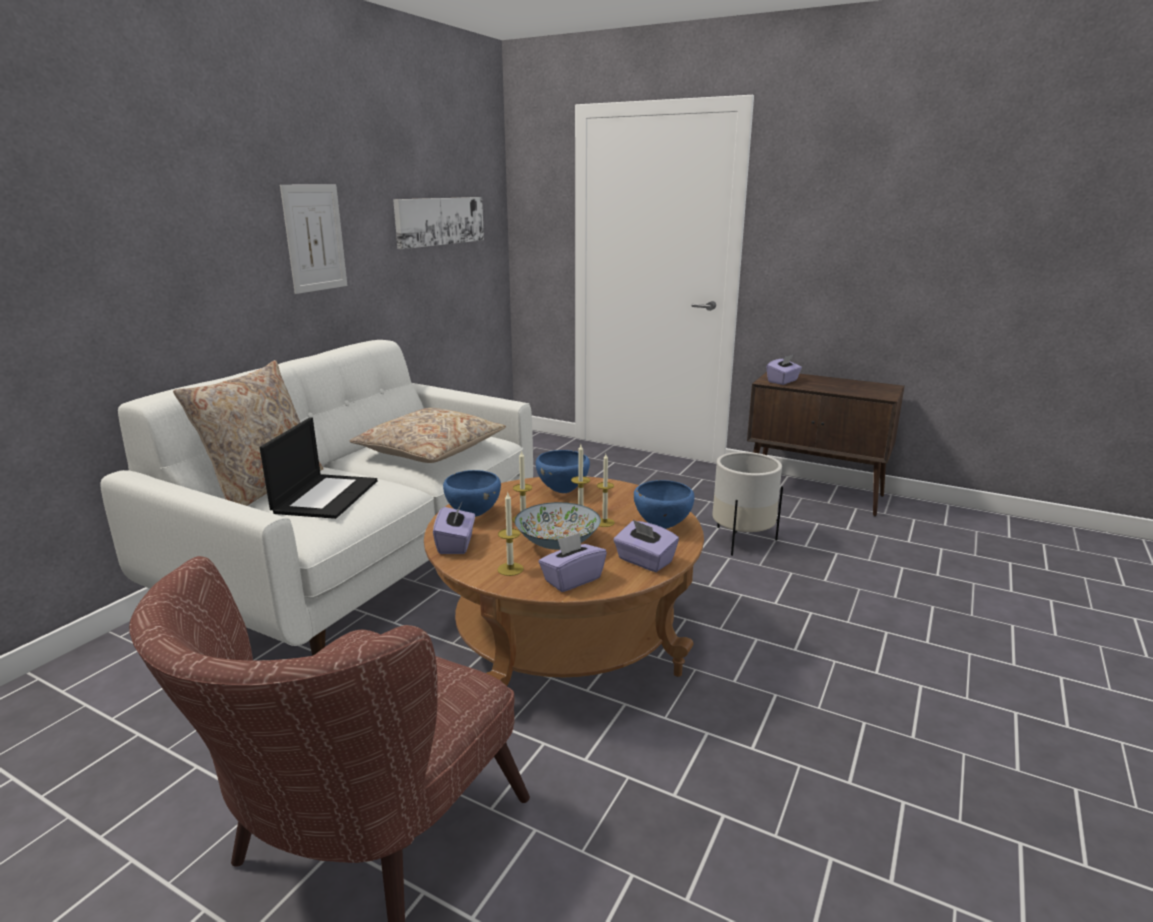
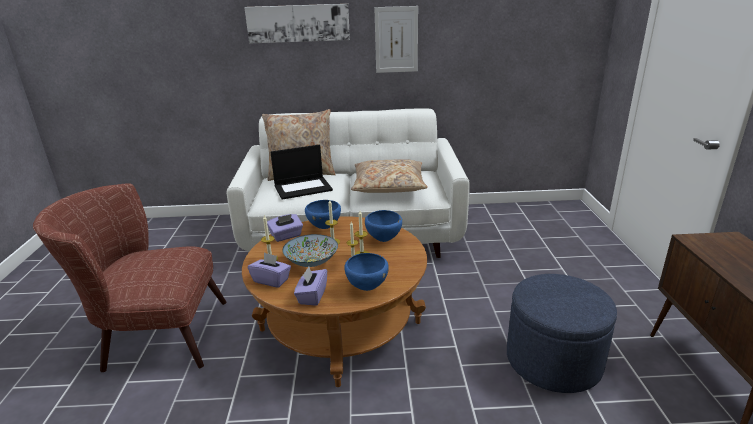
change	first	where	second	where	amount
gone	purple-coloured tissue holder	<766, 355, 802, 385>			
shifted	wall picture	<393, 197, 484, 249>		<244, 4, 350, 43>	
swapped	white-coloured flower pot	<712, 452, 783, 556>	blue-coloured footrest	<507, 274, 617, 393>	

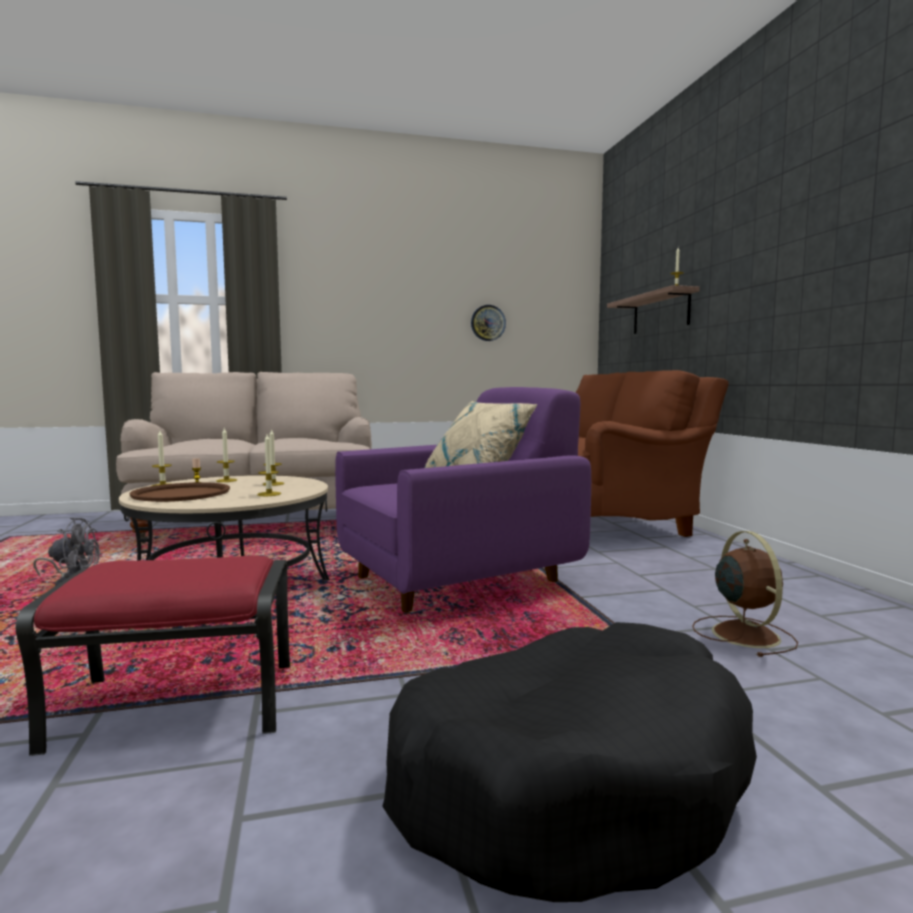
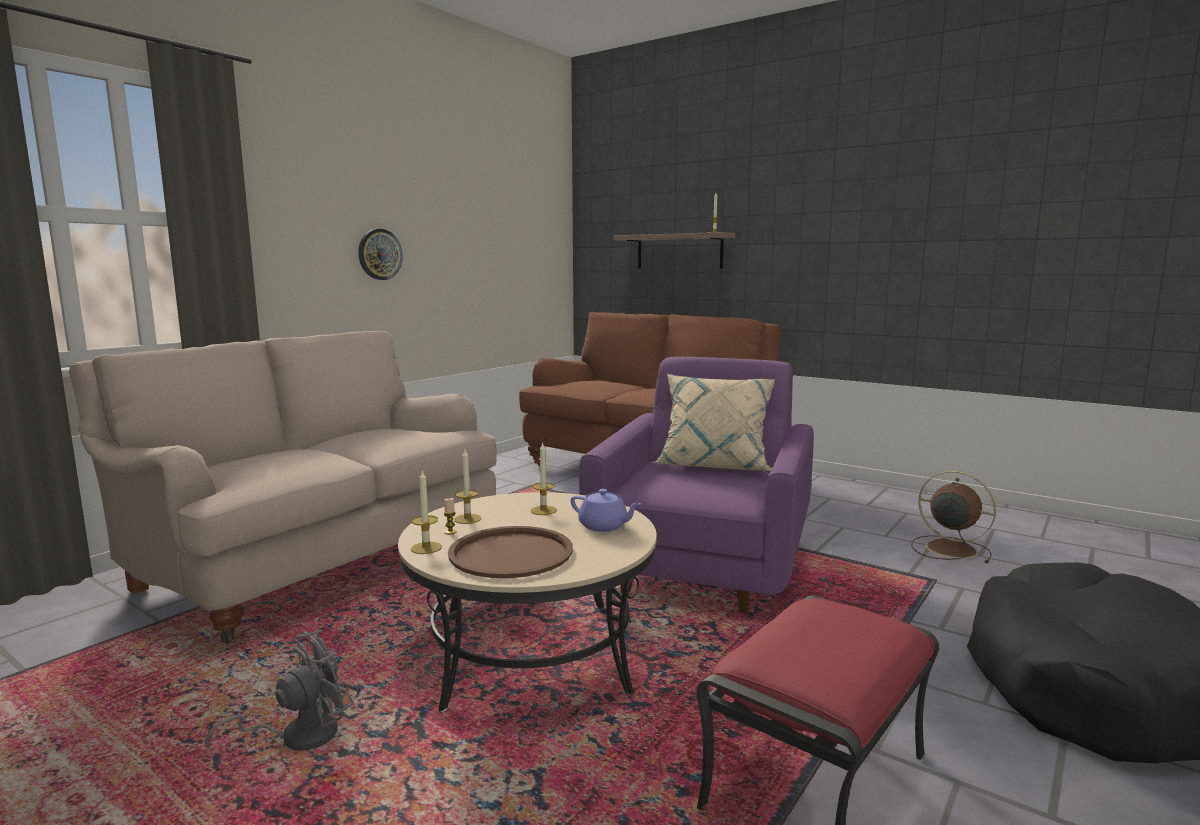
change	first	where	second	where	amount
shifted	wall clock	<471, 305, 506, 341>		<358, 229, 403, 280>	
swapped	wax light	<257, 434, 281, 496>	purple-coloured tea pot	<571, 489, 641, 532>	

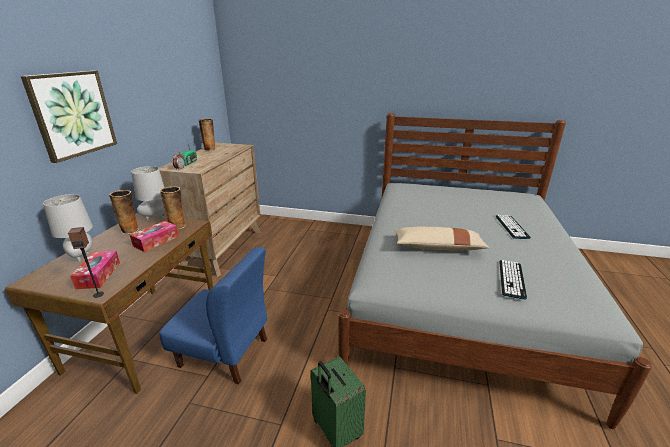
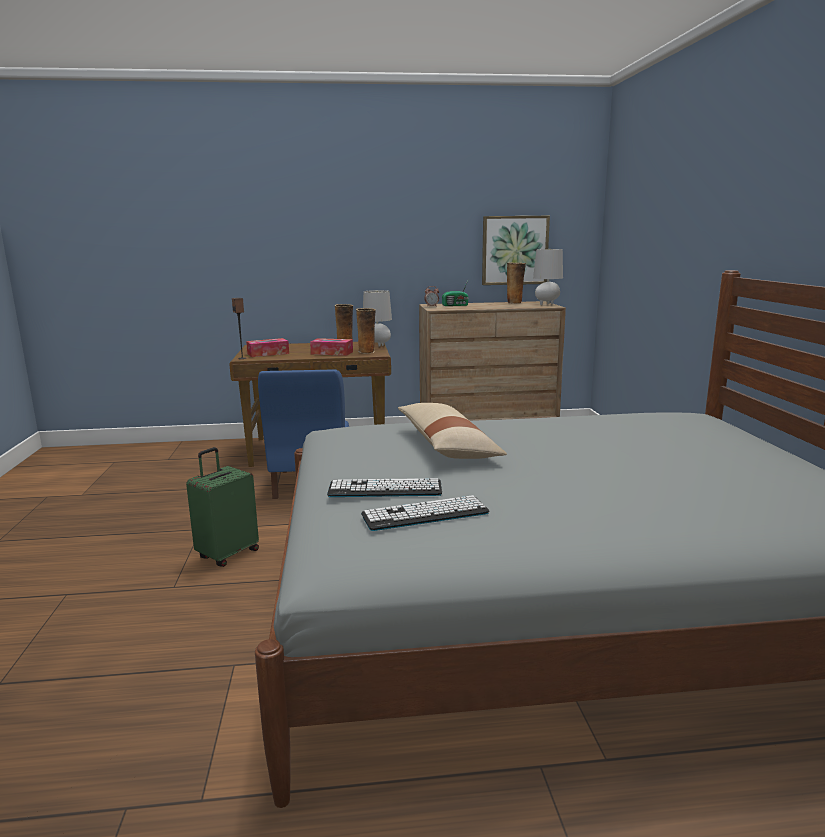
change	first	where	second	where	amount
shifted	wall picture	<21, 71, 117, 163>		<482, 216, 550, 285>	
shifted	greyish table lamp	<43, 194, 93, 262>		<533, 249, 563, 305>	
shifted	keyboard	<496, 215, 531, 239>		<361, 495, 489, 531>	

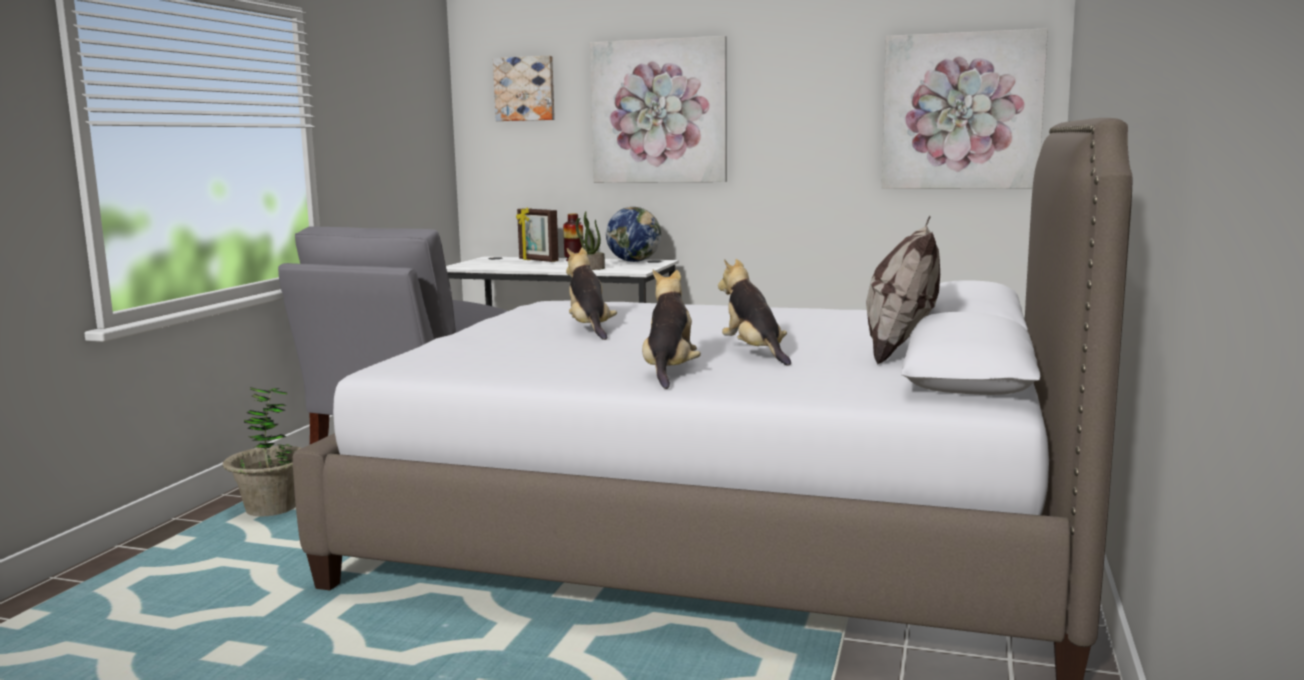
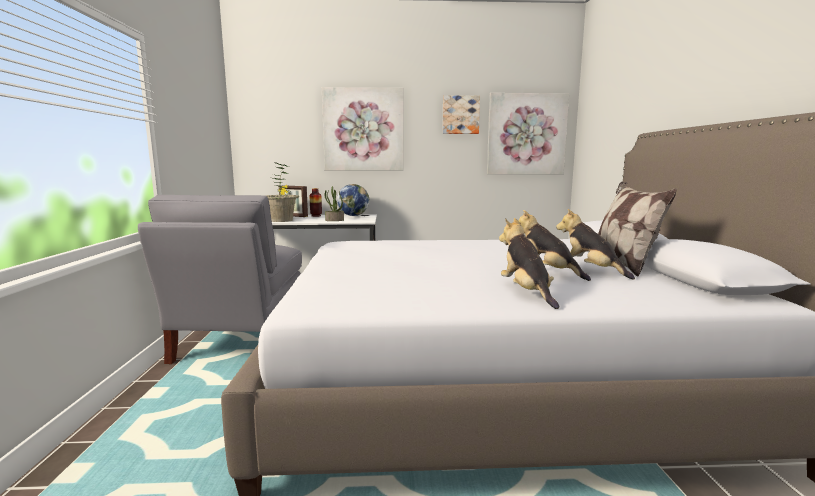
change	first	where	second	where	amount
shifted	houseplant	<222, 387, 301, 516>		<266, 162, 299, 222>	
shifted	wall picture	<493, 56, 555, 121>		<442, 95, 480, 134>	
shifted	plush toy	<566, 248, 617, 340>		<556, 209, 635, 280>	

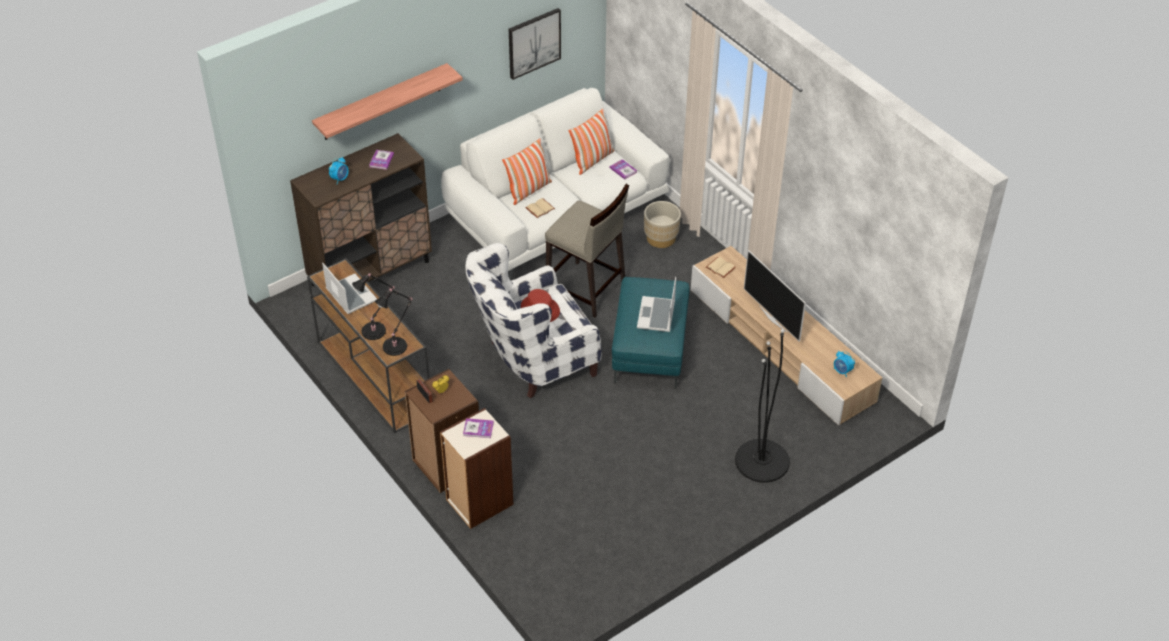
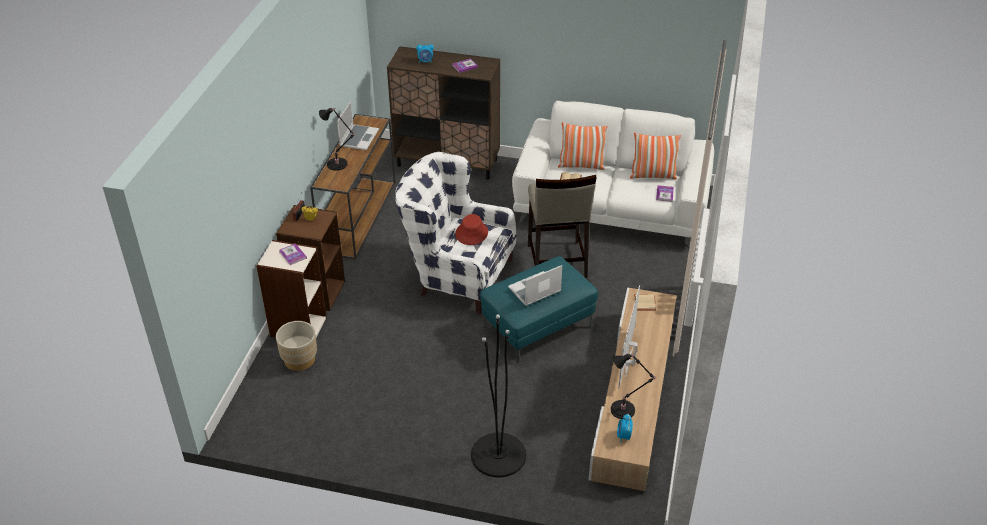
change	first	where	second	where	amount
gone	shelf	<312, 63, 463, 140>			
gone	wall picture	<509, 8, 561, 80>			
shifted	black table lamp	<375, 288, 412, 356>		<611, 353, 656, 419>	
shifted	beige-coloured flower pot	<644, 201, 681, 248>		<276, 321, 317, 371>	

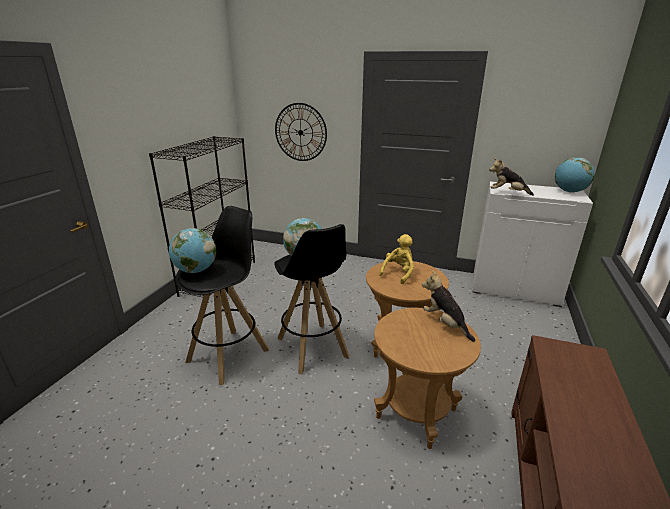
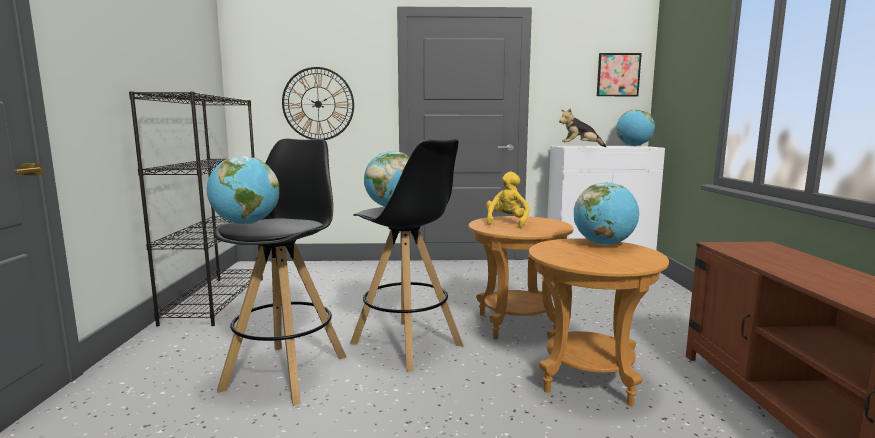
change	first	where	second	where	amount
new			wall picture	<597, 53, 642, 96>	
swapped	plush toy	<422, 270, 475, 342>	globe	<574, 182, 639, 245>	

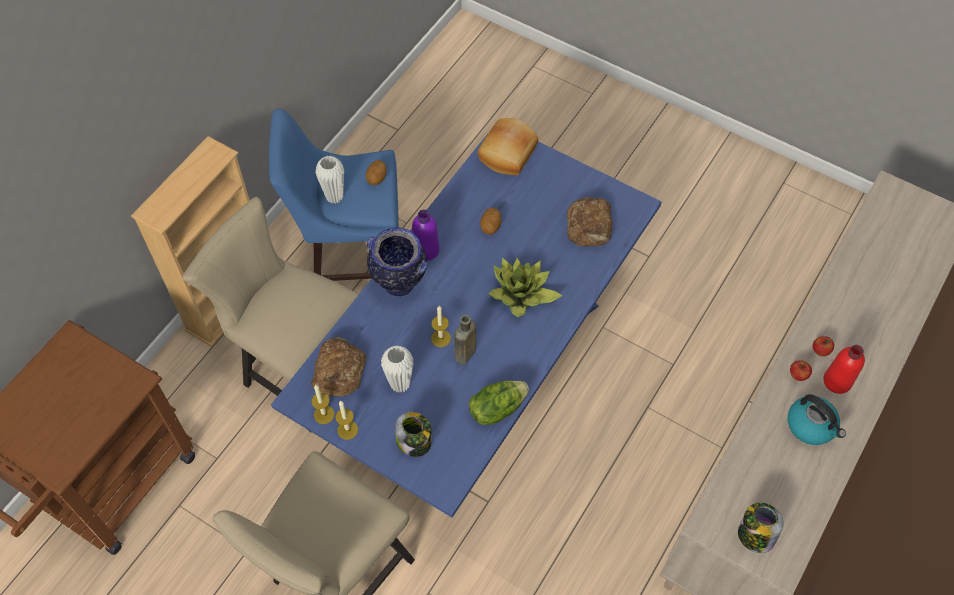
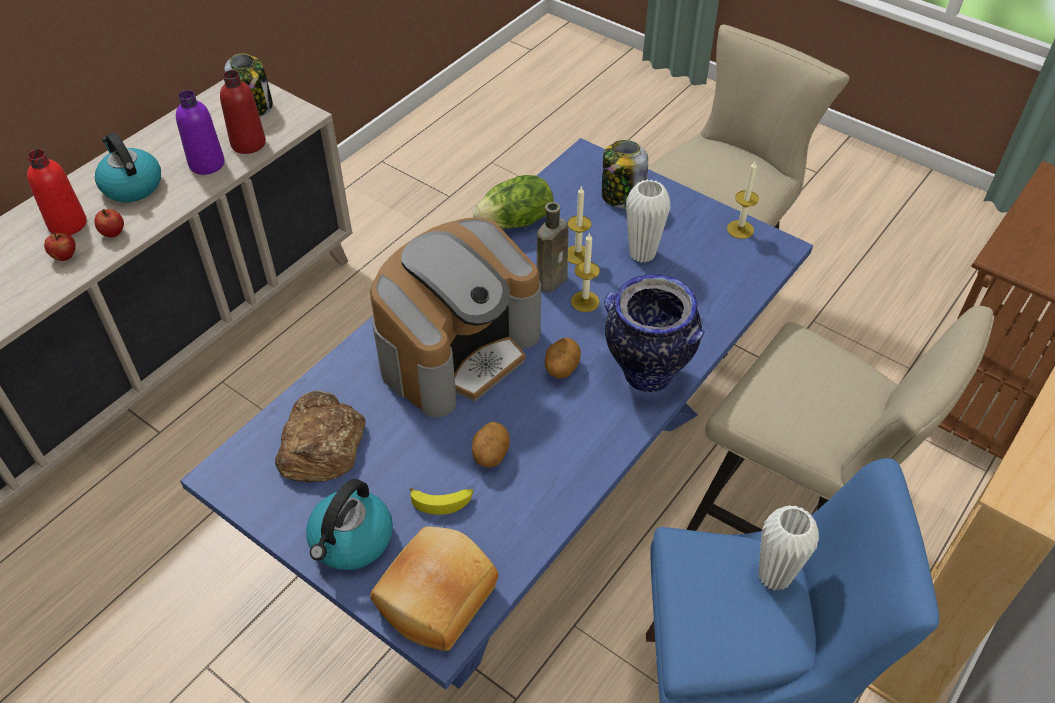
change	first	where	second	where	amount
gone	bread	<311, 337, 367, 396>			
new			red beverage bottle	<220, 70, 266, 154>	
new			tea kettle	<306, 479, 393, 570>	
new			banana fruit	<409, 488, 473, 515>	
shifted	wax light	<335, 401, 358, 440>		<568, 185, 592, 265>	
shifted	spud	<366, 160, 387, 185>		<545, 338, 581, 379>	
shifted	purple-coloured beverage bottle	<412, 210, 440, 261>		<176, 90, 225, 175>	
swapped	houseplant	<488, 258, 563, 317>	coffee machine	<370, 217, 541, 418>	

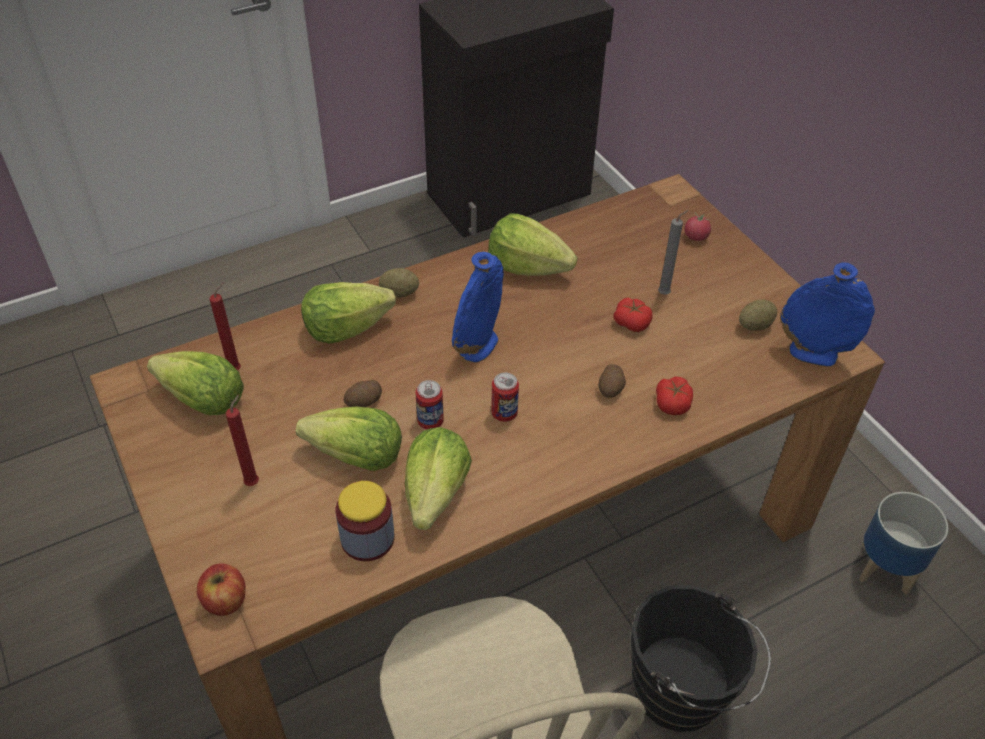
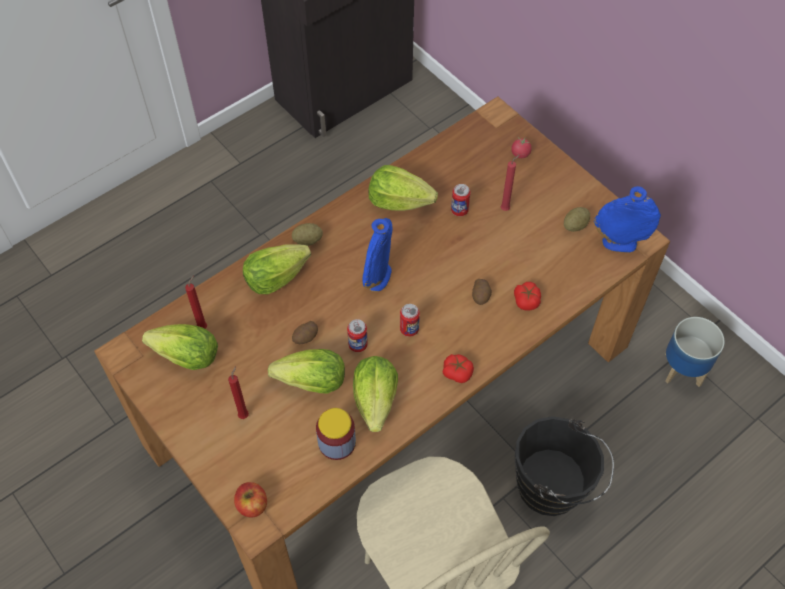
change	first	where	second	where	amount
new			can	<451, 184, 470, 216>	
shifted	whole tomato	<613, 298, 652, 332>		<443, 354, 474, 383>	
repainted	greyish wax light	<658, 210, 689, 295>	red wax light	<501, 155, 519, 211>	

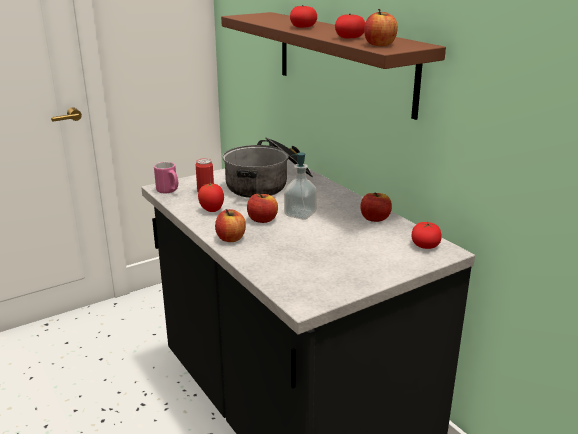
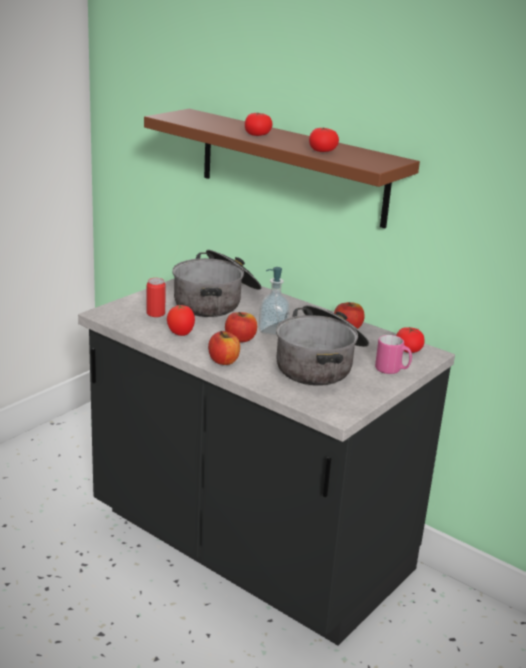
change	first	where	second	where	amount
gone	apple	<364, 9, 398, 46>			
new			saucepot	<276, 305, 369, 386>	
shifted	pink-coloured tea mug	<154, 162, 178, 193>		<375, 335, 412, 374>	

